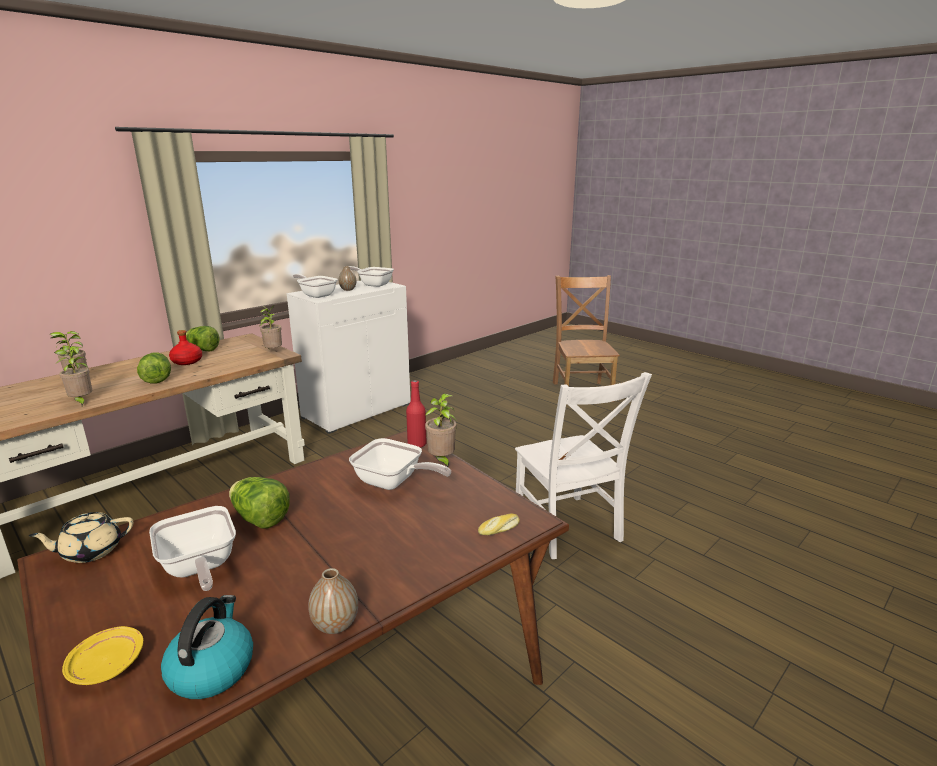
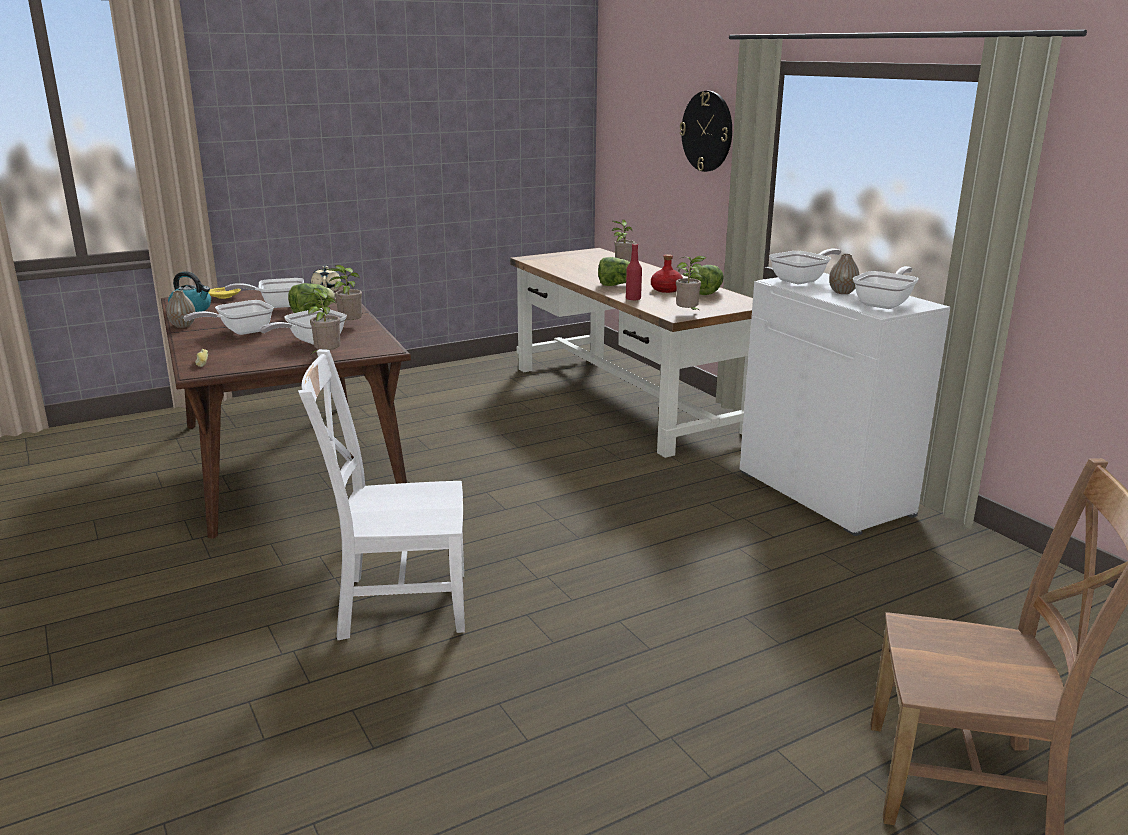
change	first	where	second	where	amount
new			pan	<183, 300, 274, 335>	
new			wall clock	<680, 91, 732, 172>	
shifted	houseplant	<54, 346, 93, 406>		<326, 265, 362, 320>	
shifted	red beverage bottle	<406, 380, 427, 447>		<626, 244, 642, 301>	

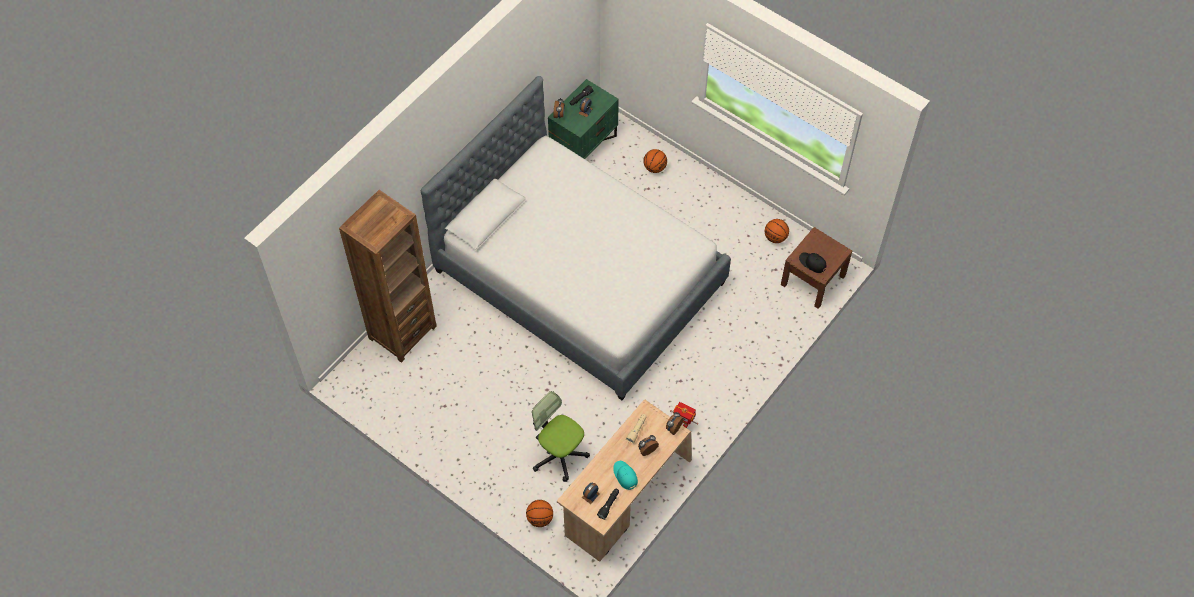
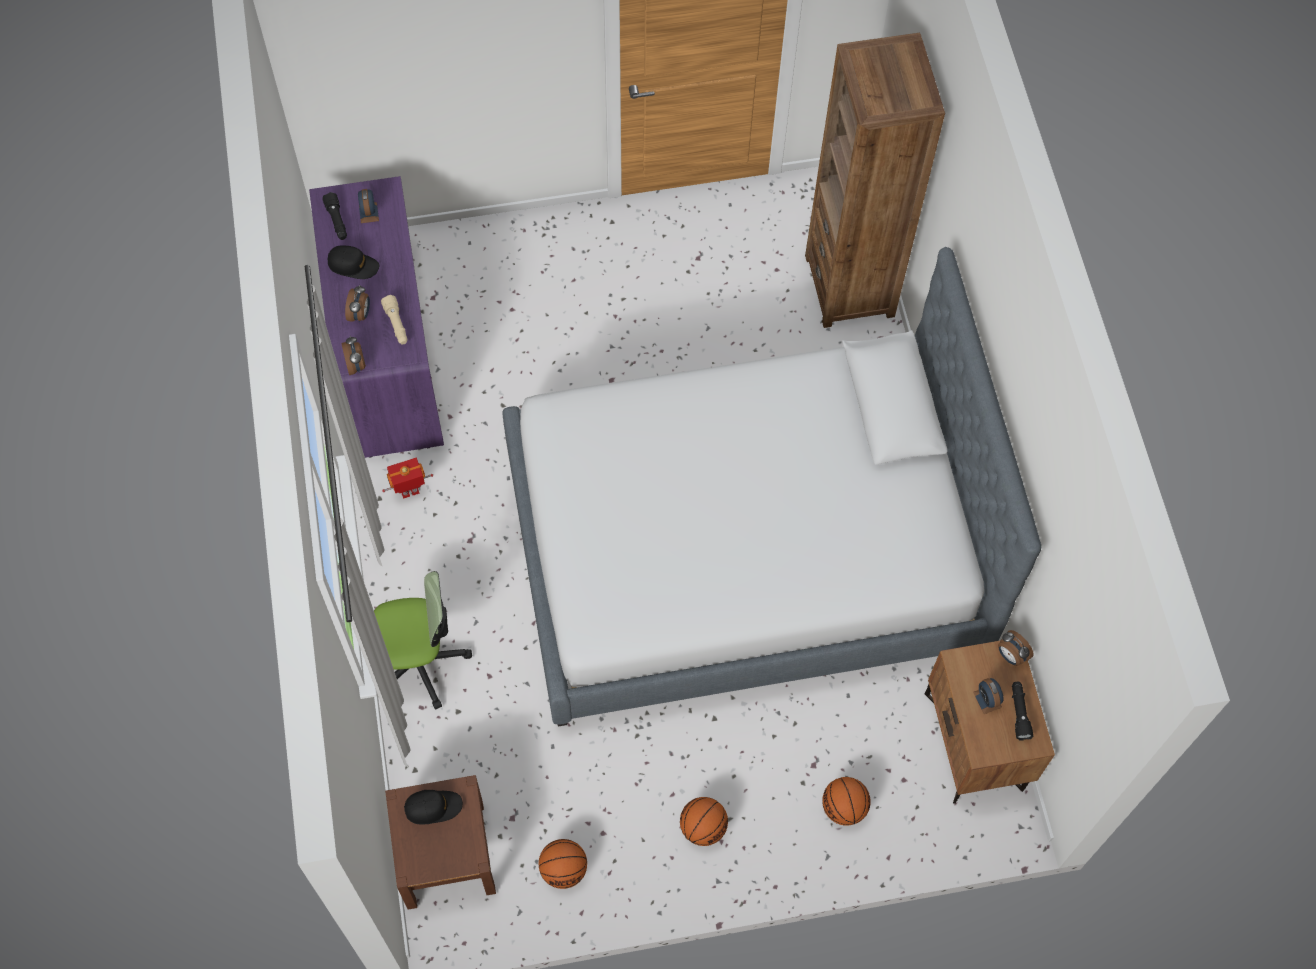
change	first	where	second	where	amount
shifted	basketball	<526, 500, 553, 527>		<680, 797, 728, 846>	
shifted	computer chair	<532, 391, 590, 482>		<374, 571, 472, 710>	
repainted	greenish nightstand	<548, 79, 619, 159>	brownish nightstand	<925, 641, 1055, 804>	
repainted	beige-coloured desk table	<557, 399, 692, 562>	purple-coloured desk table	<309, 176, 444, 458>	
repainted	turquoise peaked cap	<613, 461, 638, 490>	black peaked cap	<328, 245, 379, 279>	

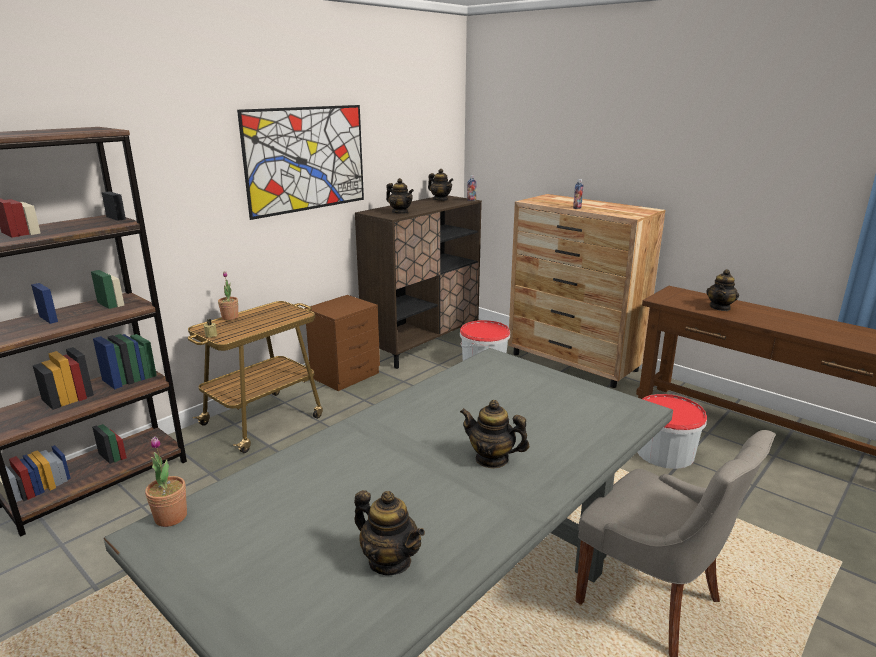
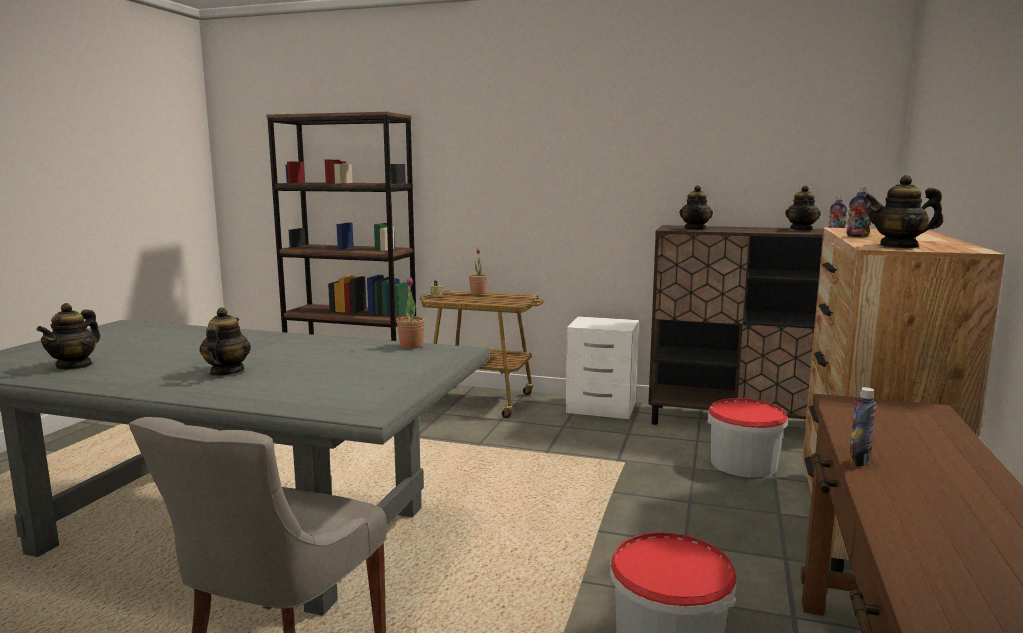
change	first	where	second	where	amount
gone	wall picture	<237, 105, 364, 220>			
new			beverage bottle	<849, 387, 877, 466>	
shifted	houseplant	<145, 436, 187, 527>		<397, 277, 425, 349>	
shifted	tea pot	<706, 269, 739, 311>		<864, 175, 943, 248>	
repainted	brownish nightstand	<305, 295, 380, 391>	white-coloured nightstand	<566, 316, 639, 419>	

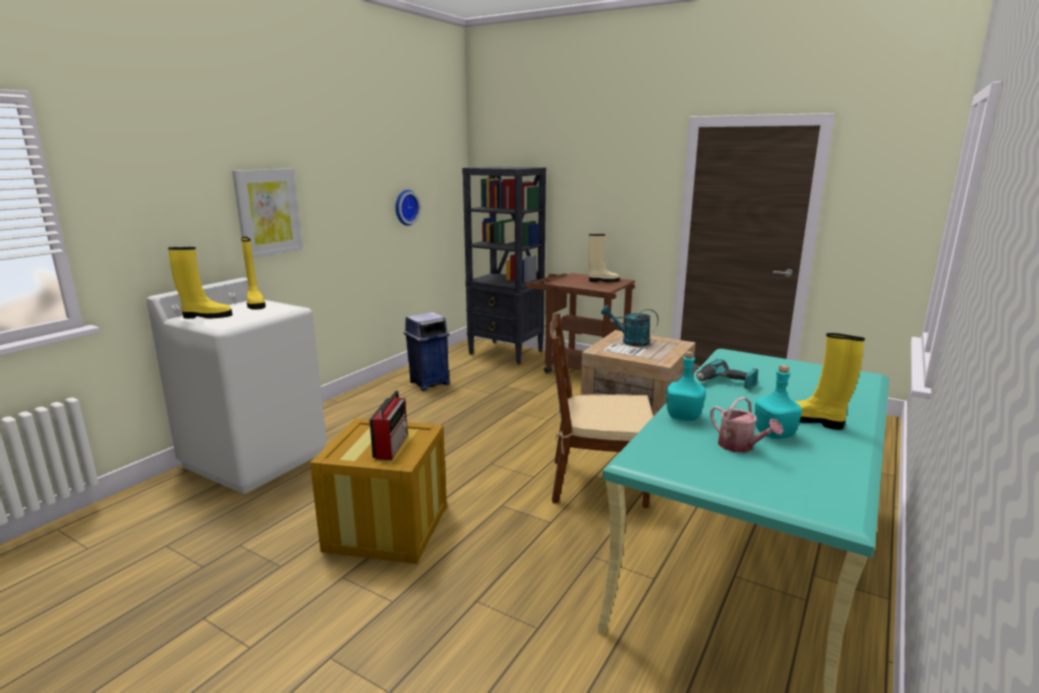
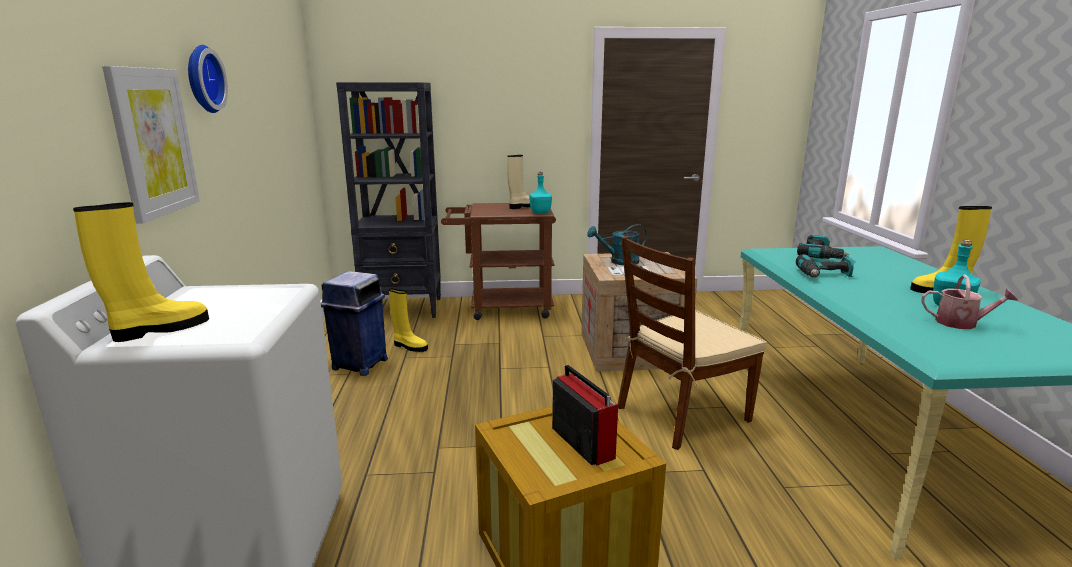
change	first	where	second	where	amount
new			power drill	<797, 235, 849, 259>	
shifted	yellowish tall boot	<241, 237, 266, 310>		<389, 289, 428, 352>	
shifted	wall clock	<395, 190, 421, 226>		<188, 45, 228, 113>	
shifted	turquoise beverage bottle	<666, 351, 706, 421>		<529, 172, 552, 214>	

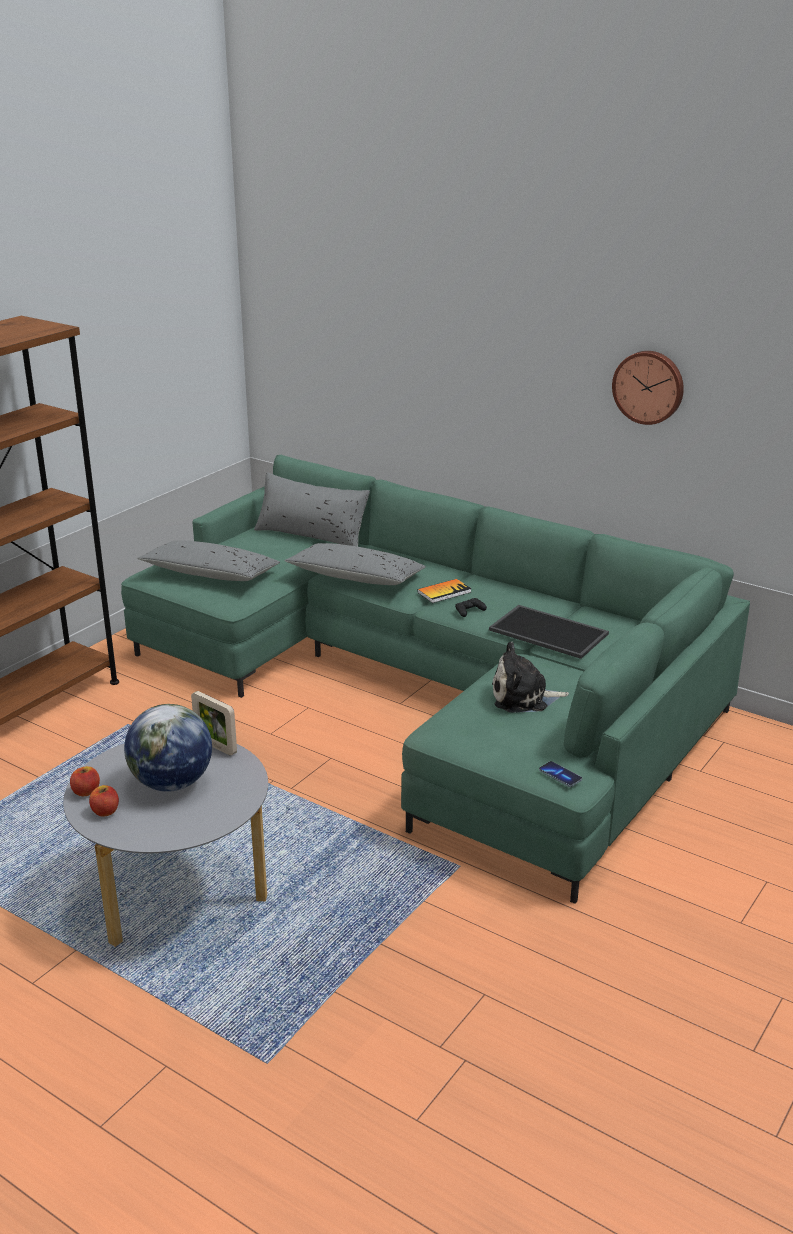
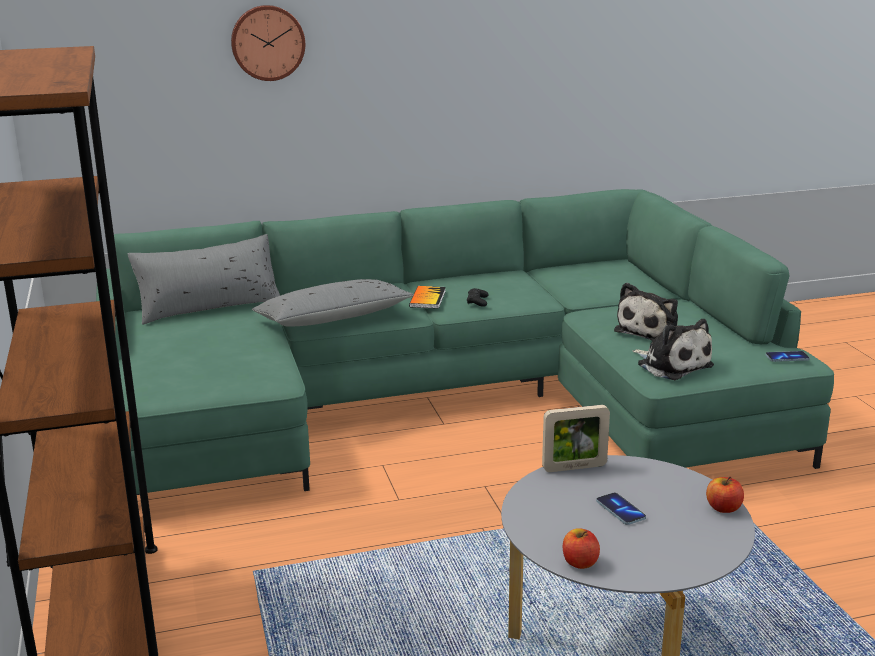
change	first	where	second	where	amount
gone	greyish cushion	<137, 540, 280, 581>			
gone	carrying tray	<489, 605, 609, 659>			
new			plush toy	<632, 319, 714, 380>	
shifted	apple	<89, 785, 119, 816>		<706, 477, 744, 513>	
shifted	wall clock	<612, 351, 684, 425>		<231, 5, 305, 81>	
swapped	globe	<124, 704, 212, 792>	phone	<596, 493, 646, 525>	

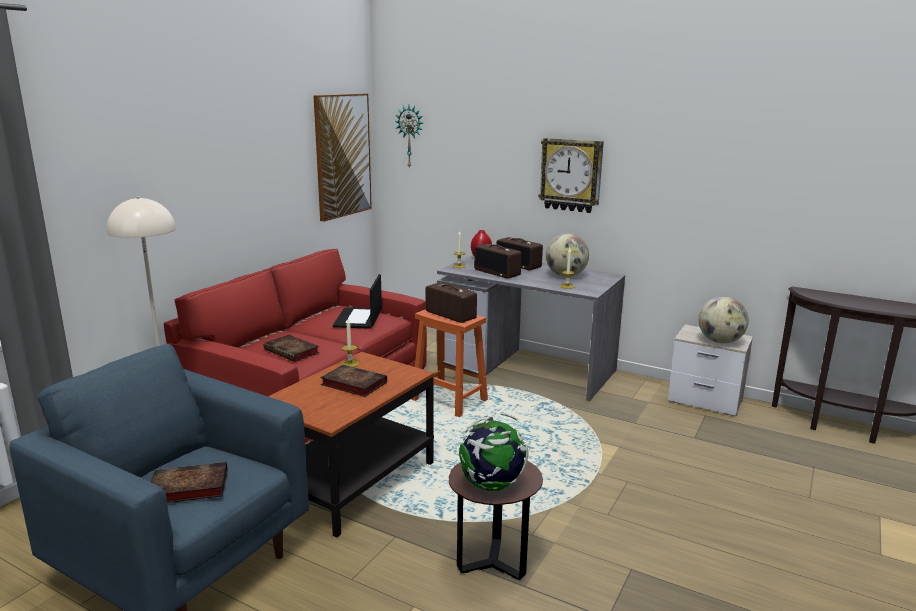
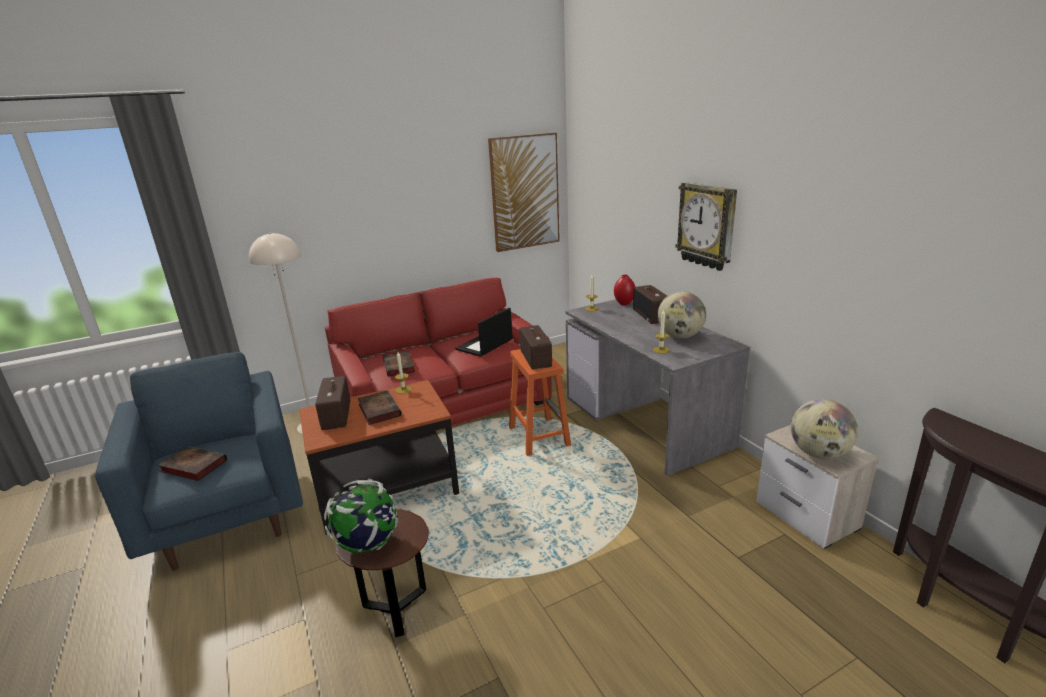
change	first	where	second	where	amount
gone	wall clock	<395, 105, 423, 169>			
shifted	radio	<474, 244, 522, 278>		<315, 376, 350, 430>	

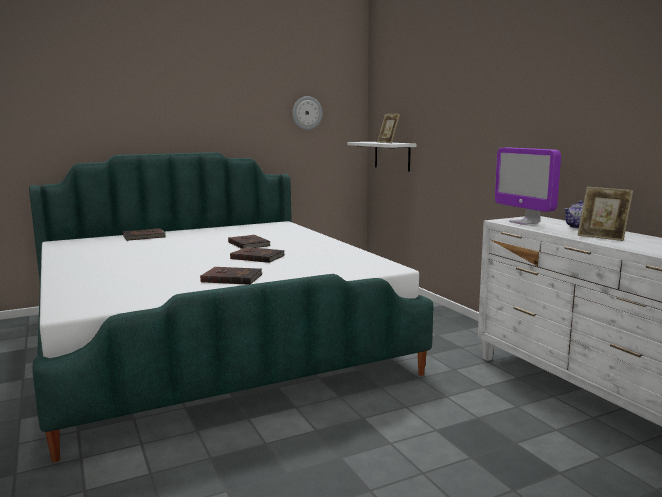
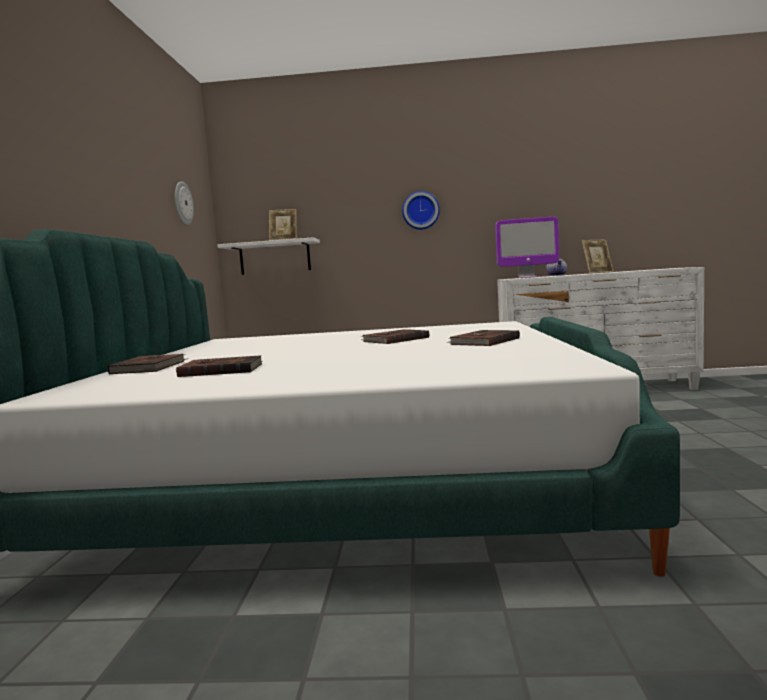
change	first	where	second	where	amount
new			wall clock	<402, 191, 440, 230>	
shifted	brownish volume	<228, 235, 271, 249>		<176, 355, 263, 377>	

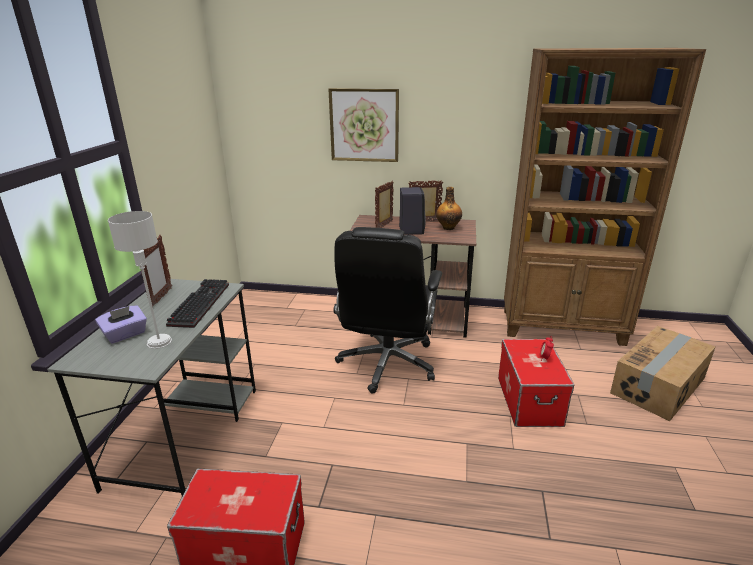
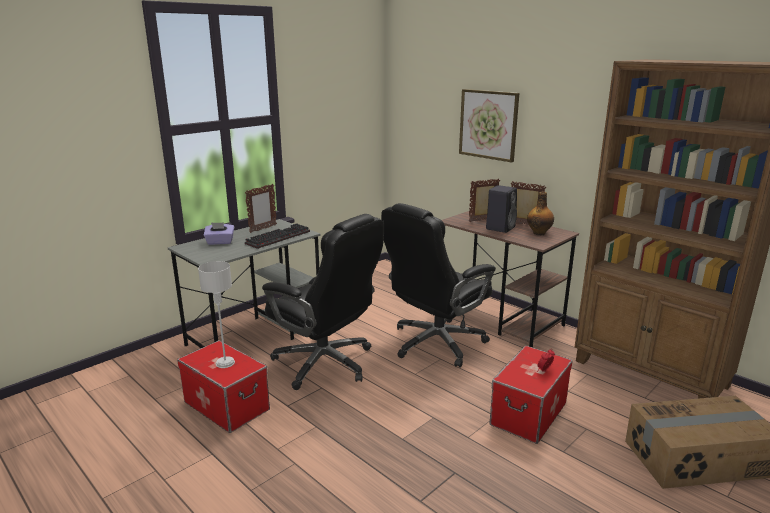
change	first	where	second	where	amount
new			black computer chair	<262, 214, 384, 390>	
shifted	greyish table lamp	<108, 211, 172, 349>		<198, 261, 235, 368>	

